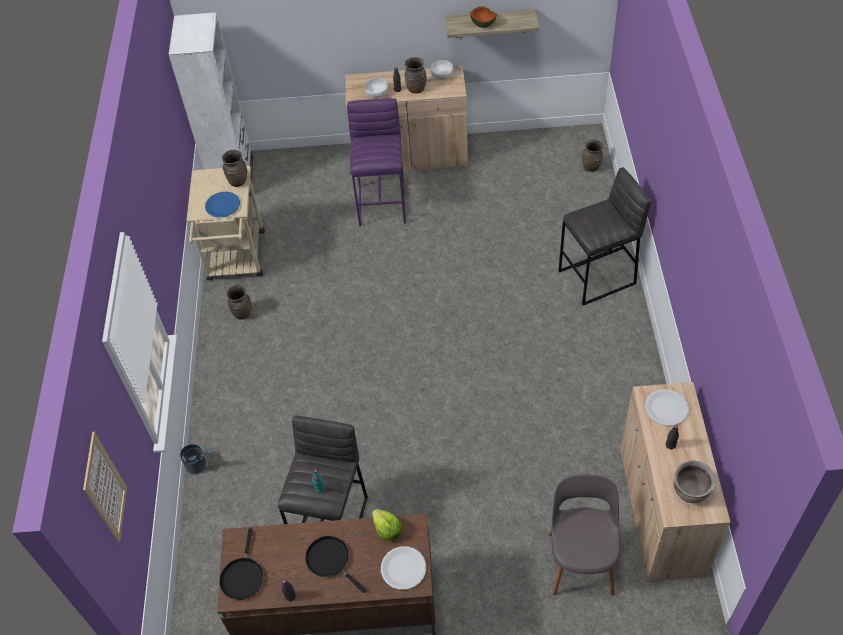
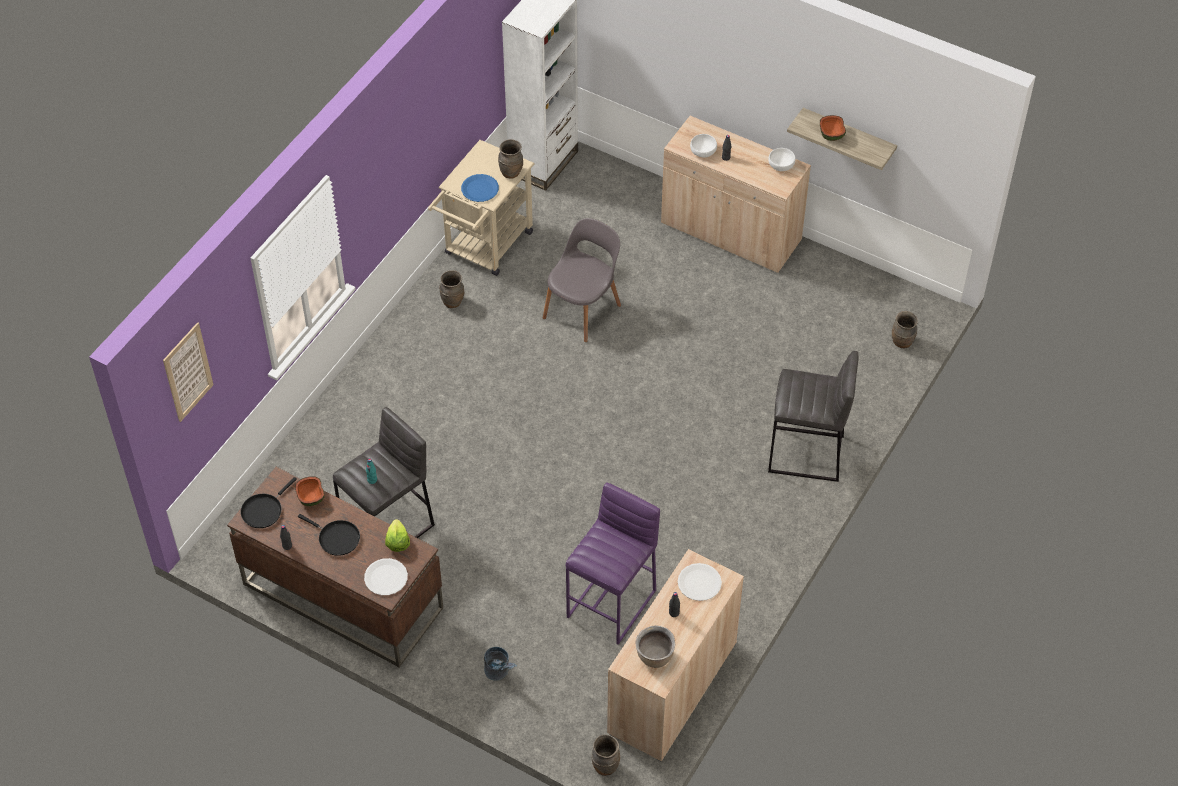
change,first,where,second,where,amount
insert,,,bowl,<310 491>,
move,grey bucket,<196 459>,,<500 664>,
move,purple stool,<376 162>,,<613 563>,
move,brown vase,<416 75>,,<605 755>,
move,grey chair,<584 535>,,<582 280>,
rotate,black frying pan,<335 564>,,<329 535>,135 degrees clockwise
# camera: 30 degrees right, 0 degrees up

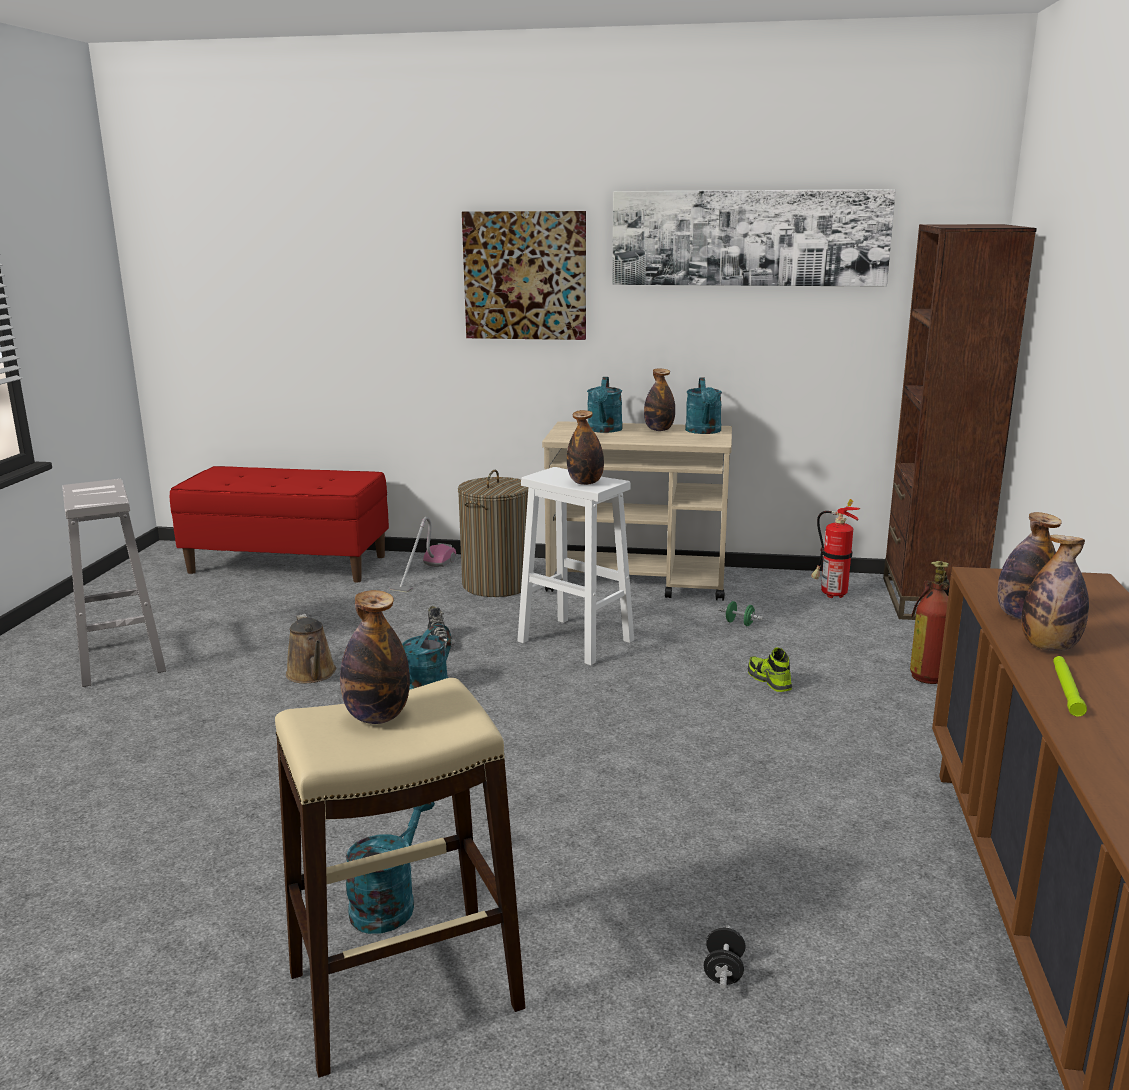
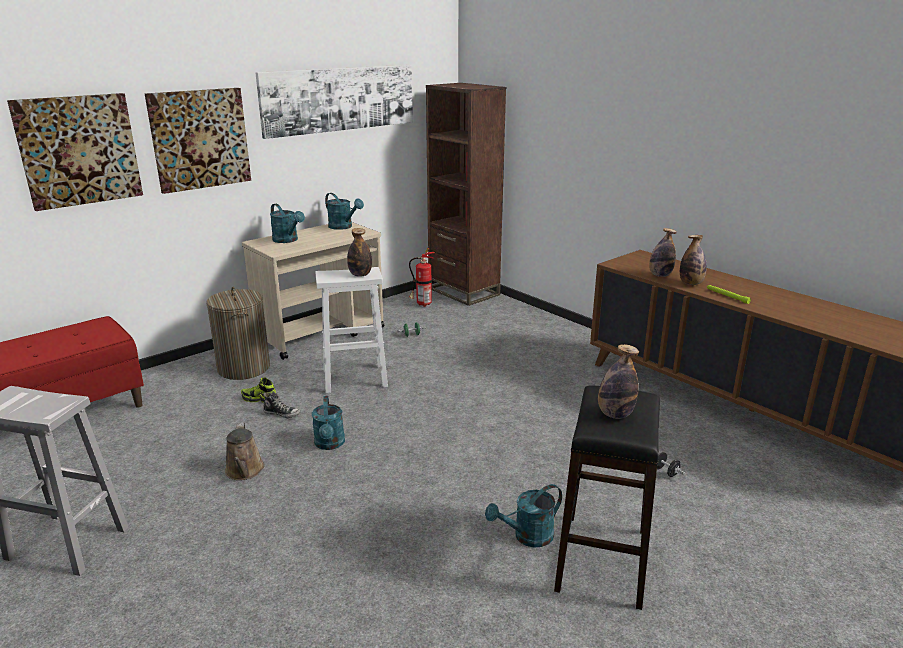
change,first,where,second,where,amount
delete,vacuum cleaner,<423 554>,,,
delete,bottle,<659 400>,,,
delete,fire extinguisher,<930 622>,,,
insert,,,picture,<75 152>,
move,shoe,<770 669>,,<258 390>,
recolor,beige stool,<400 878>,black stool,<607 497>,
rotate,brown watering can,<311 648>,,<245 451>,60 degrees clockwise
rotate,turquoise watering can,<390 868>,,<523 515>,90 degrees counterclockwise
# camera: 50 degrees left, 5 degrees up

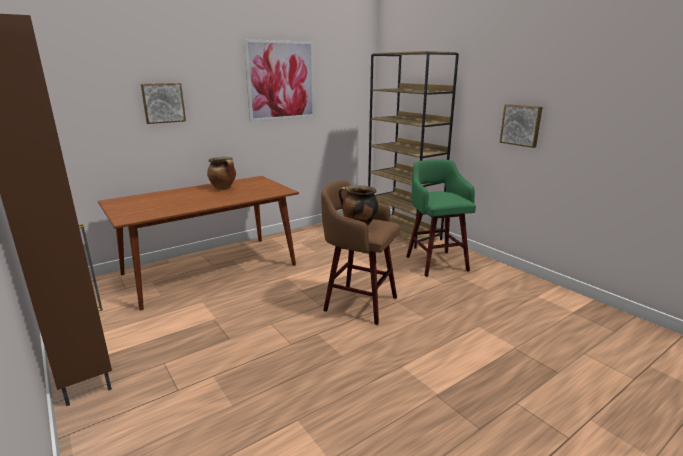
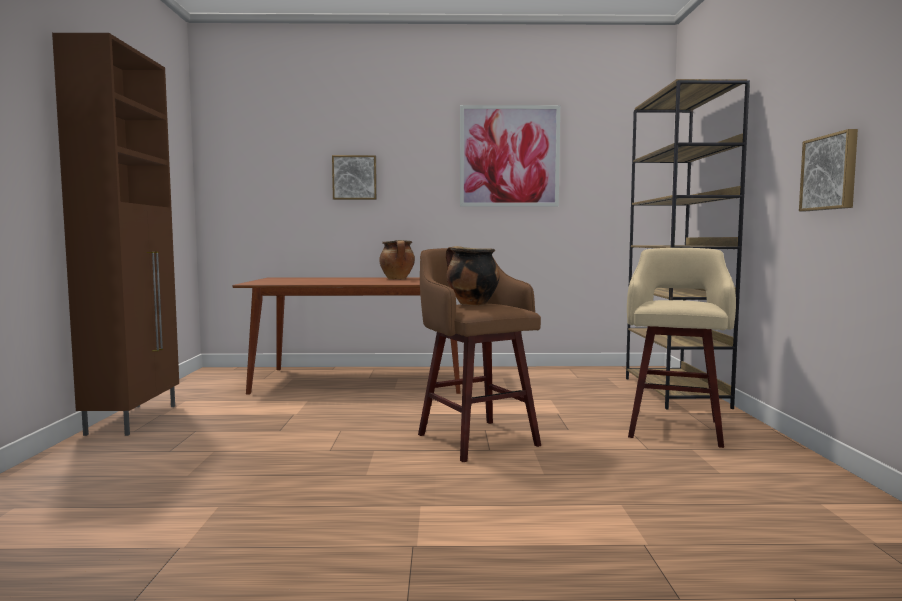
change,first,where,second,where,amount
recolor,green stool,<441 218>,beige stool,<681 348>,
# camera: 35 degrees right, 15 degrees down

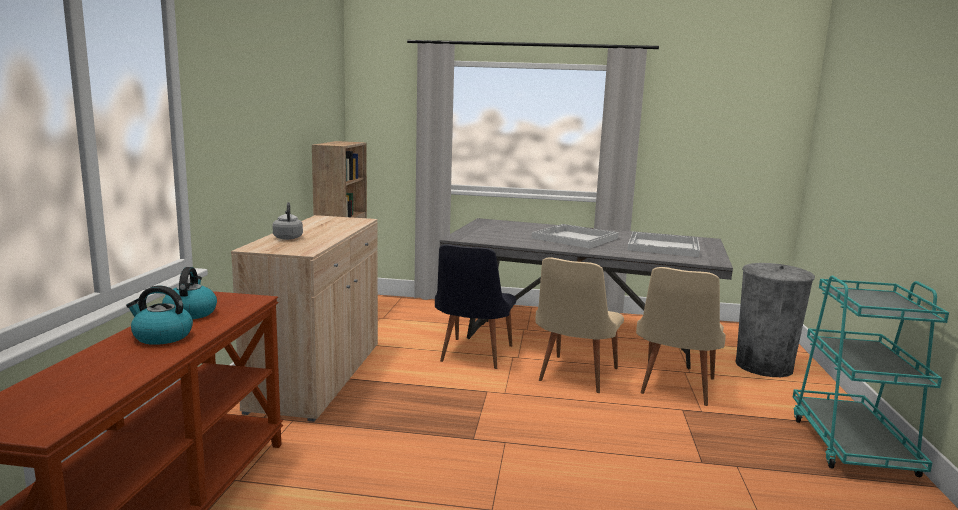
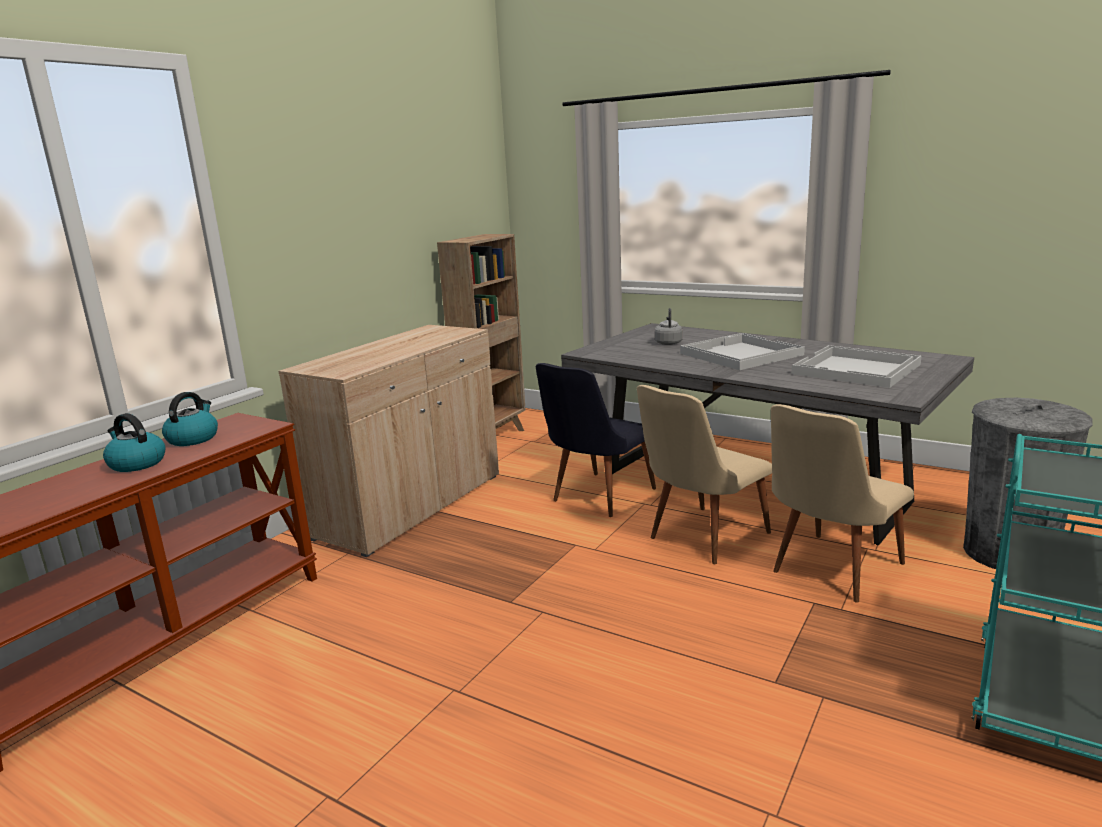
change,first,where,second,where,amount
move,grey kettle,<287 221>,,<668 326>,
# camera: 25 degrees right, 5 degrees up

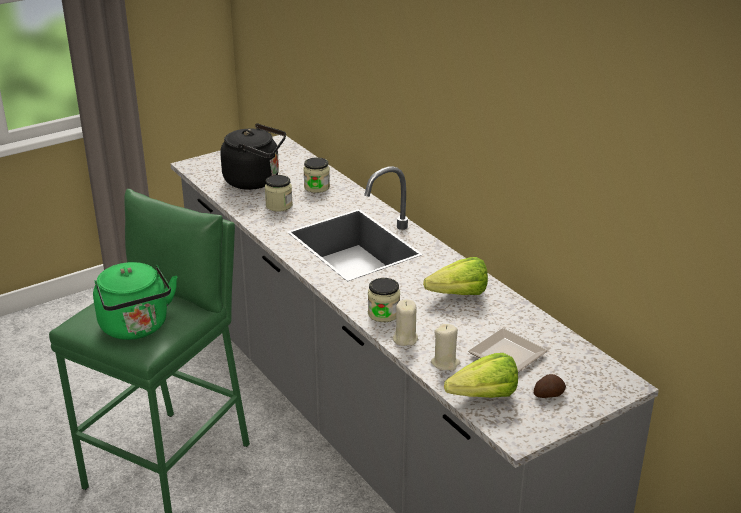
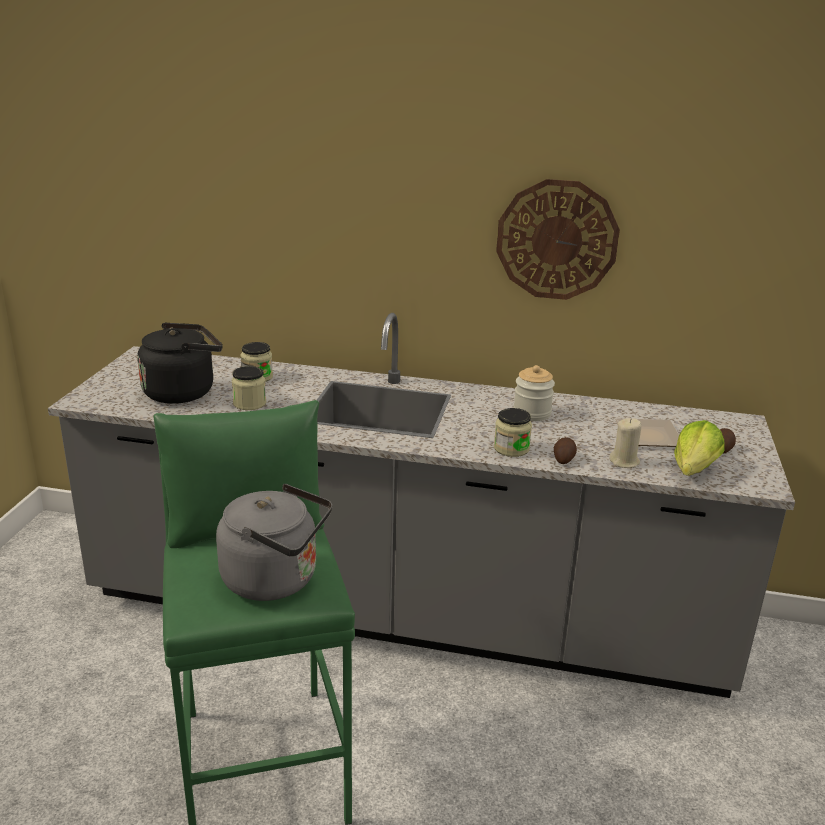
change,first,where,second,where,amount
insert,,,wall clock,<558 239>,
replace,beige candle,<405 322>,potato,<565 450>,
replace,lettuce,<455 276>,jar,<534 393>,
recolor,green kettle,<135 301>,grey kettle,<274 542>,
# camera: 45 degrees left, 5 degrees down

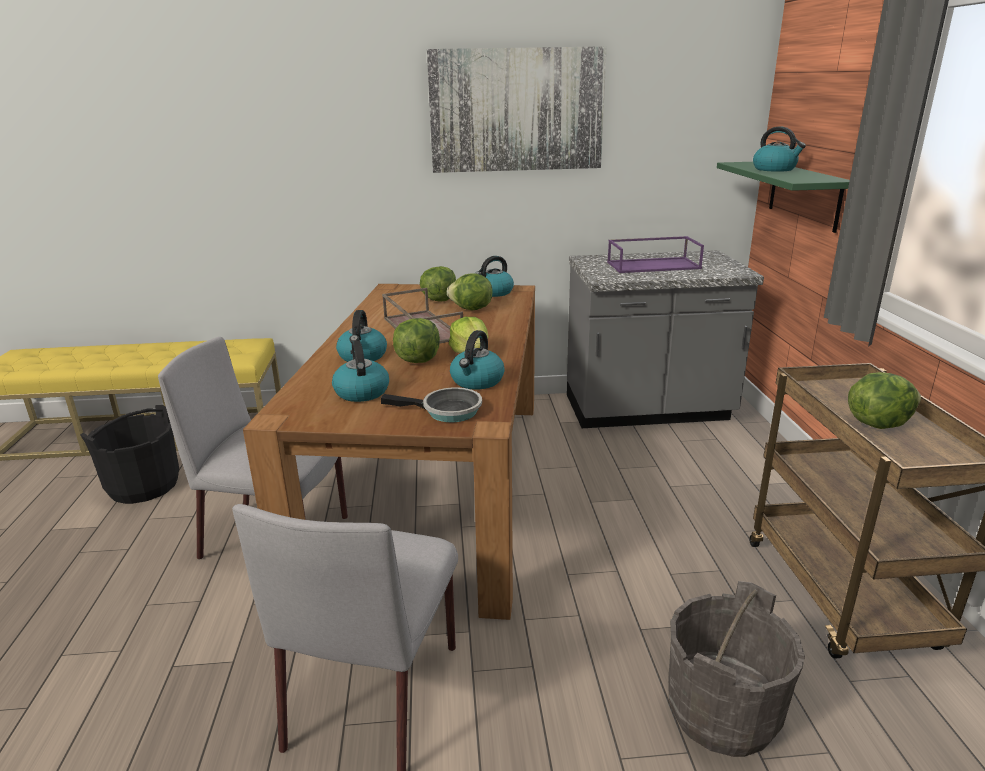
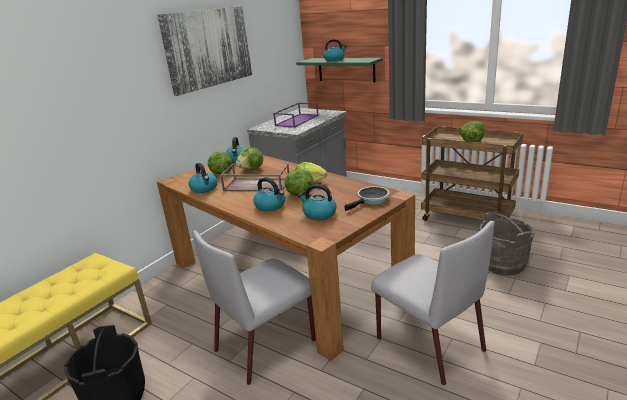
change,first,where,second,where,amount
move,kettle,<477 360>,,<203 178>,
# camera: 50 degrees left, 0 degrees up

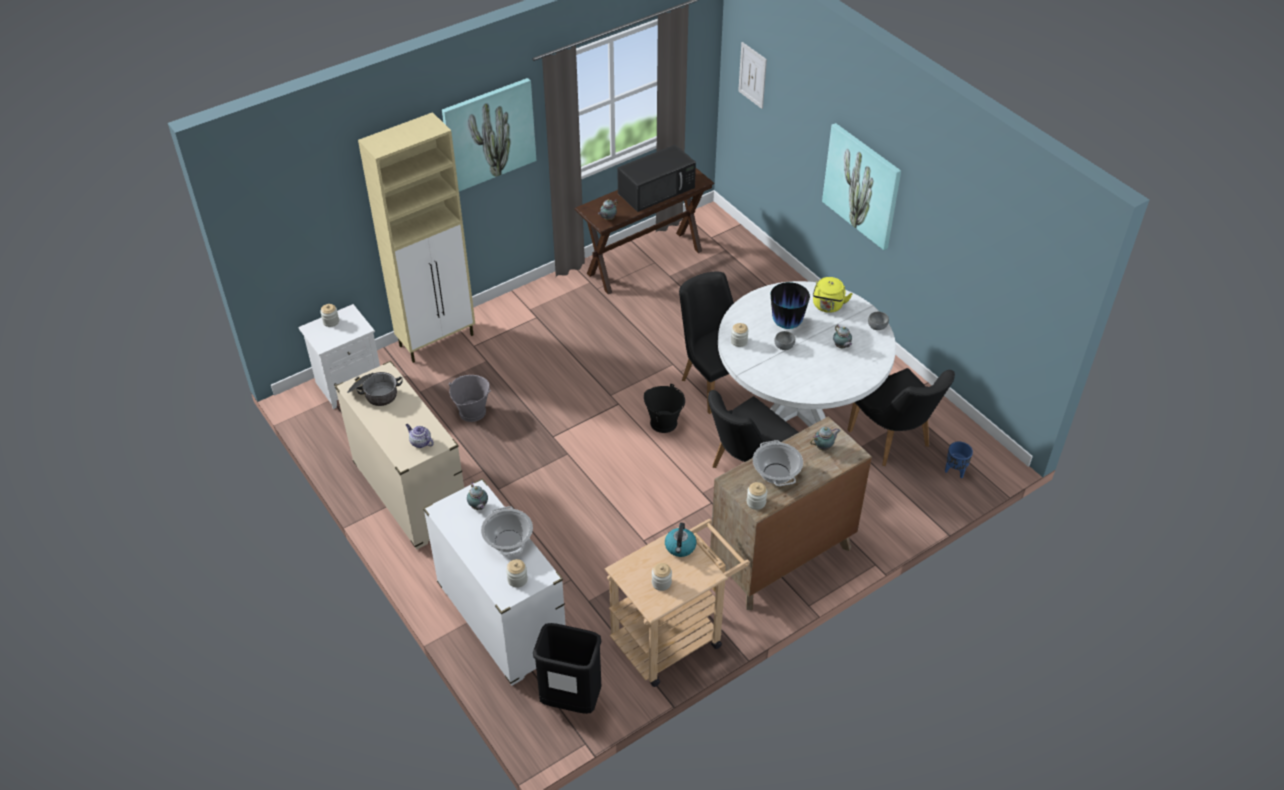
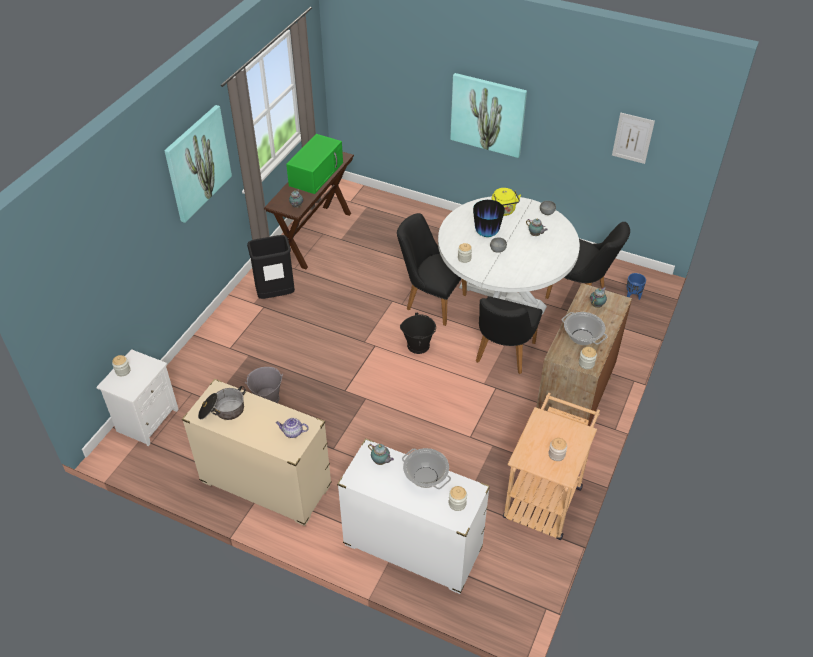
change,first,where,second,where,amount
delete,beige cabinet,<416 237>,,,
delete,kettle,<680 540>,,,
move,black trash can,<567 668>,,<271 267>,
move,picture,<752 75>,,<633 138>,
recolor,black microwave,<656 178>,green microwave,<314 164>,
# camera: 30 degrees left, 0 degrees up

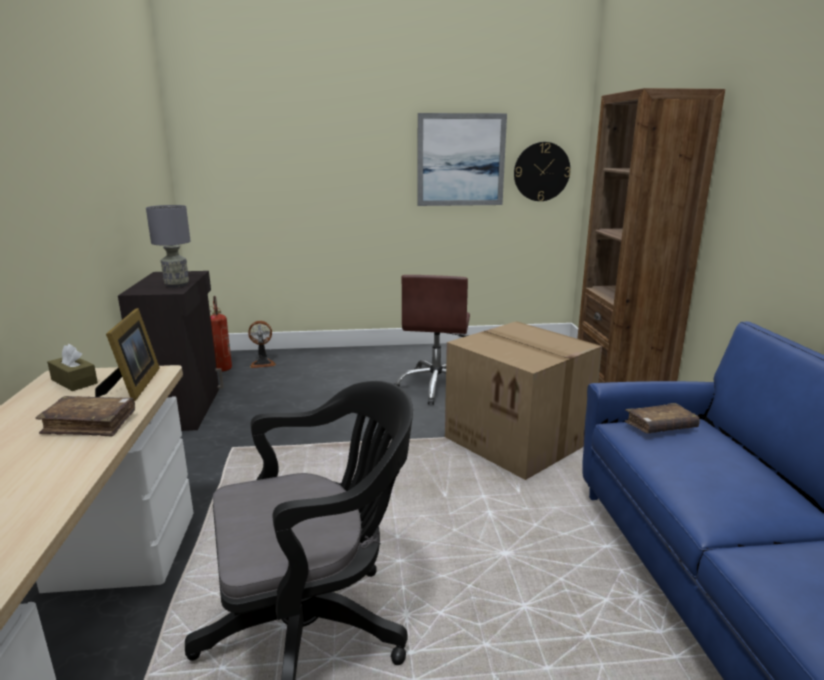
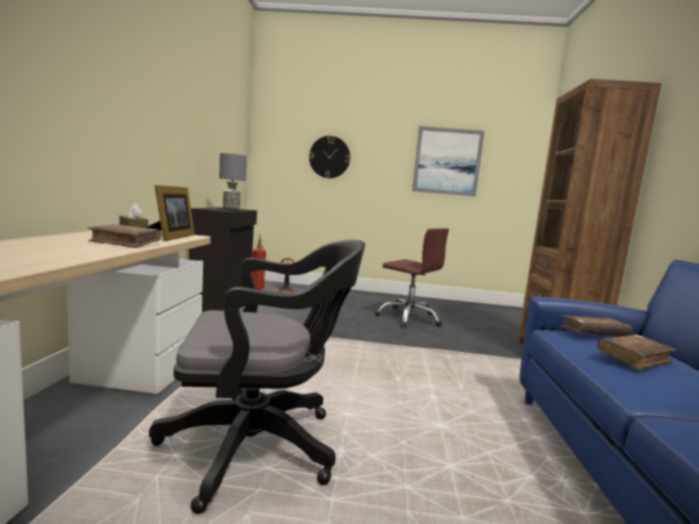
change,first,where,second,where,amount
delete,cardboard box,<523 400>,,,
insert,,,brown book,<636 352>,
move,wall clock,<542 171>,,<329 157>,
rotate,brown office chair,<432 340>,,<412 278>,75 degrees counterclockwise
# camera: 10 degrees right, 10 degrees down

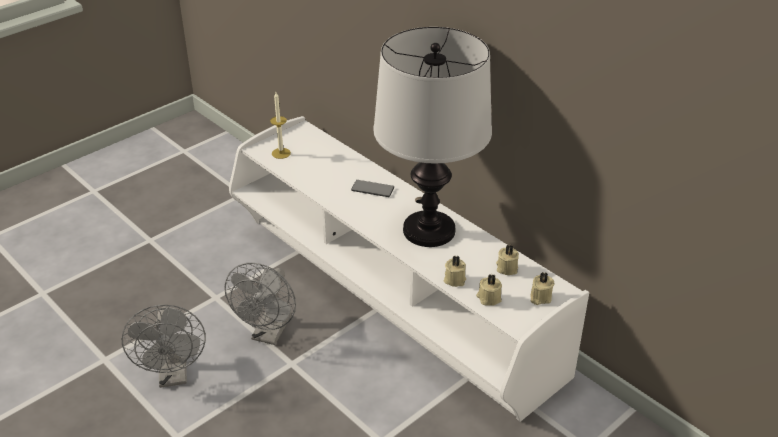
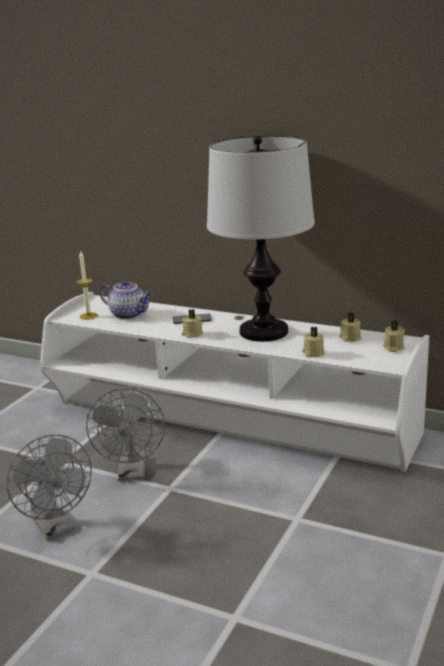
change,first,where,second,where,amount
insert,,,teapot,<126 299>,
move,beige candle,<489 290>,,<192 323>,
# camera: 20 degrees left, 15 degrees down

